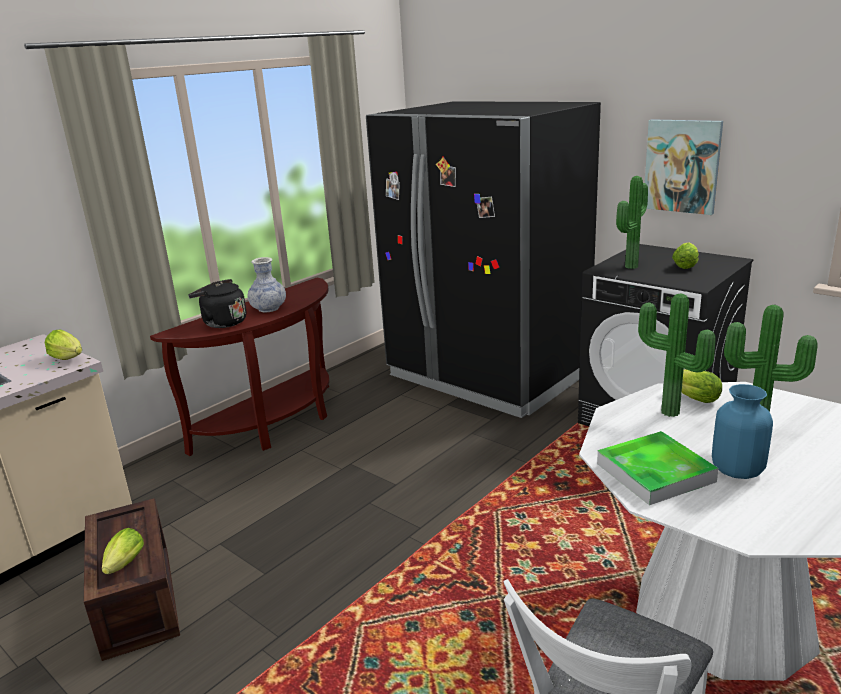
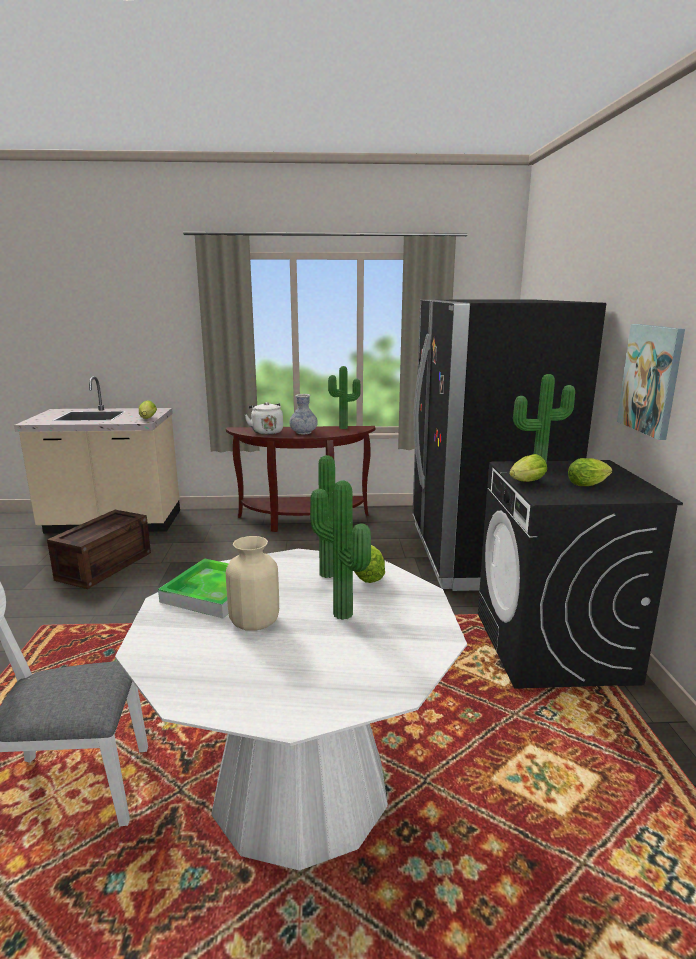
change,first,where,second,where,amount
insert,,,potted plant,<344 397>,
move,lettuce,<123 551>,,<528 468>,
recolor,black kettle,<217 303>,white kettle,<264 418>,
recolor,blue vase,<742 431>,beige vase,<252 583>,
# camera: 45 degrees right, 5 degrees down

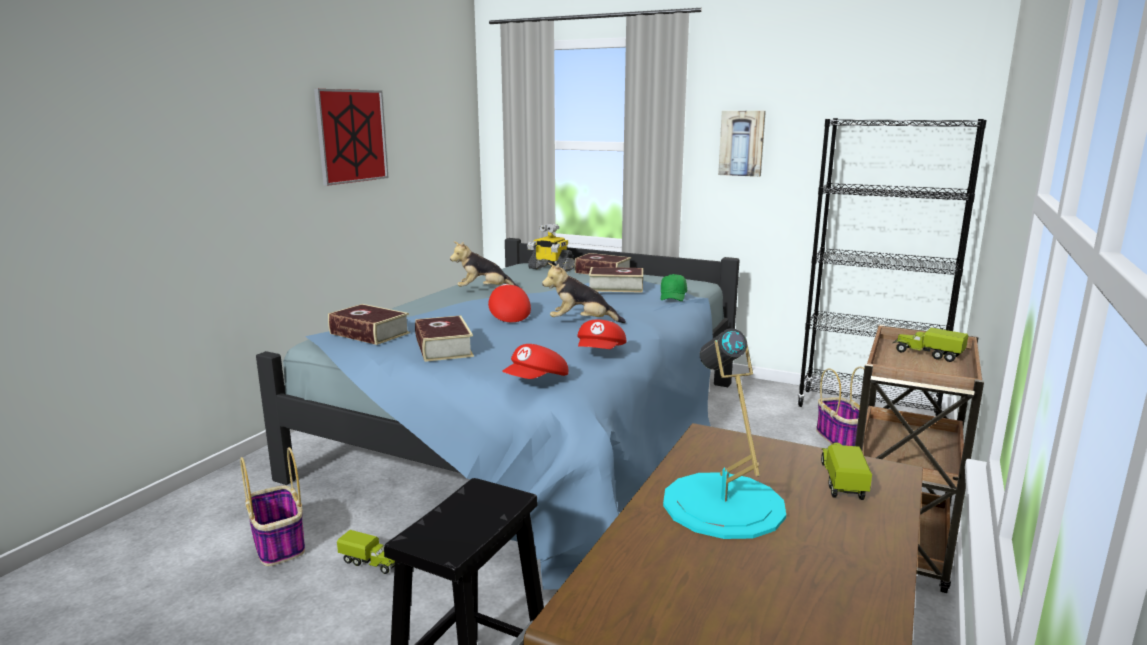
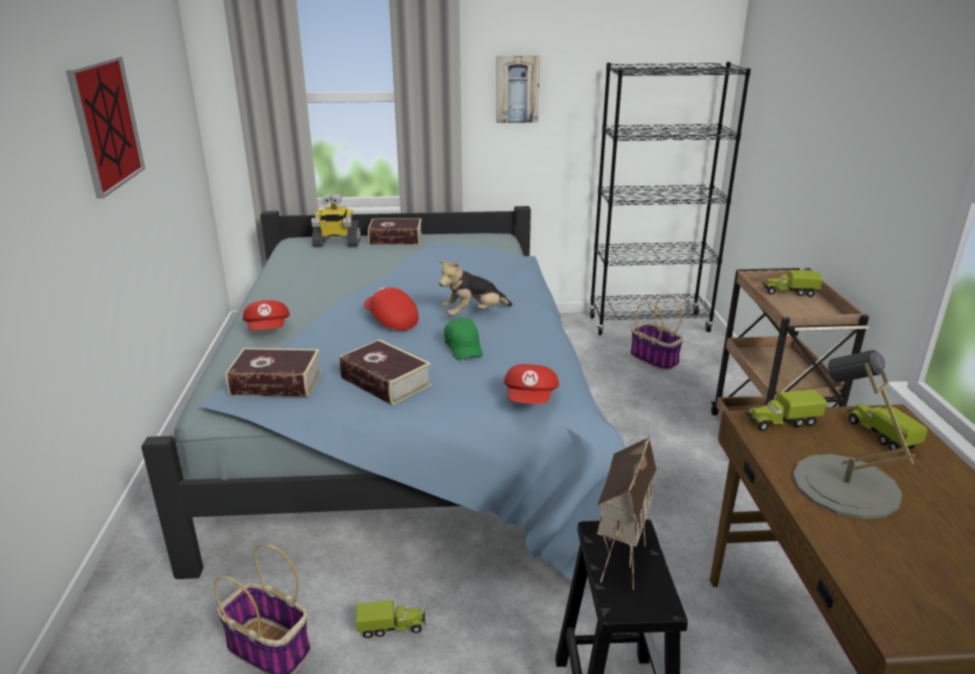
change,first,where,second,where,amount
delete,plush toy,<484 264>,,,
delete,book,<616 280>,,,
insert,,,toy house,<627 513>,
insert,,,toy truck,<786 410>,
move,red cap,<601 334>,,<266 315>,
move,green cap,<674 287>,,<463 339>,
recolor,turquoise table lamp,<724 433>,grey table lamp,<853 434>,
# camera: 30 degrees left, 10 degrees up

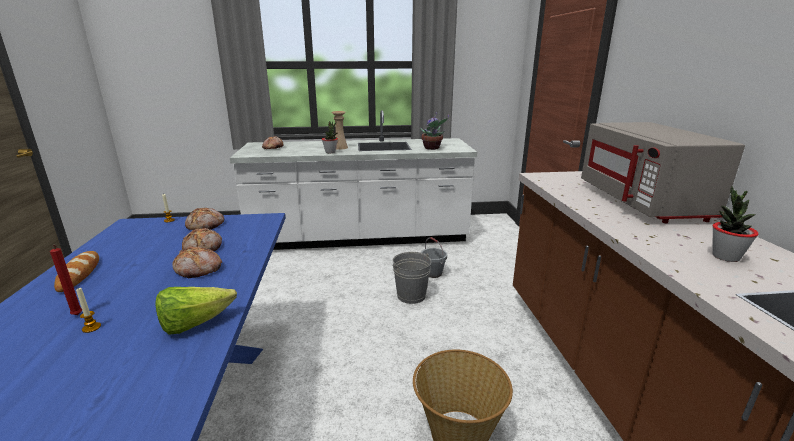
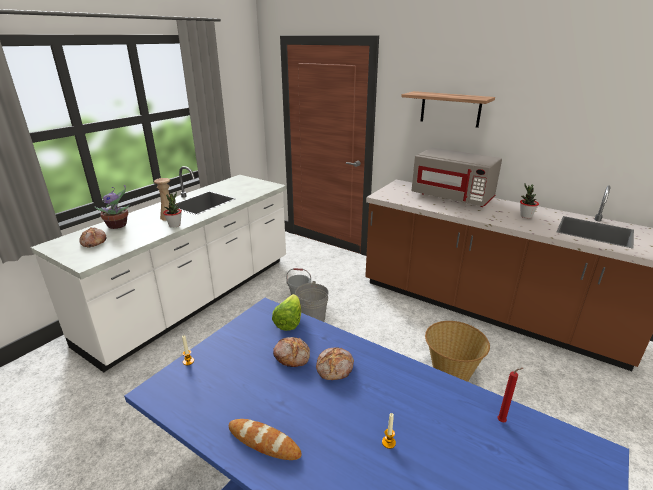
change,first,where,second,where,amount
delete,bread,<204 219>,,,
insert,,,shelf,<448 109>,
move,red candle,<66 280>,,<510 395>,
move,lettuce,<196 311>,,<286 312>,
move,potted plant,<434 132>,,<112 207>,
# camera: 50 degrees left, 5 degrees up

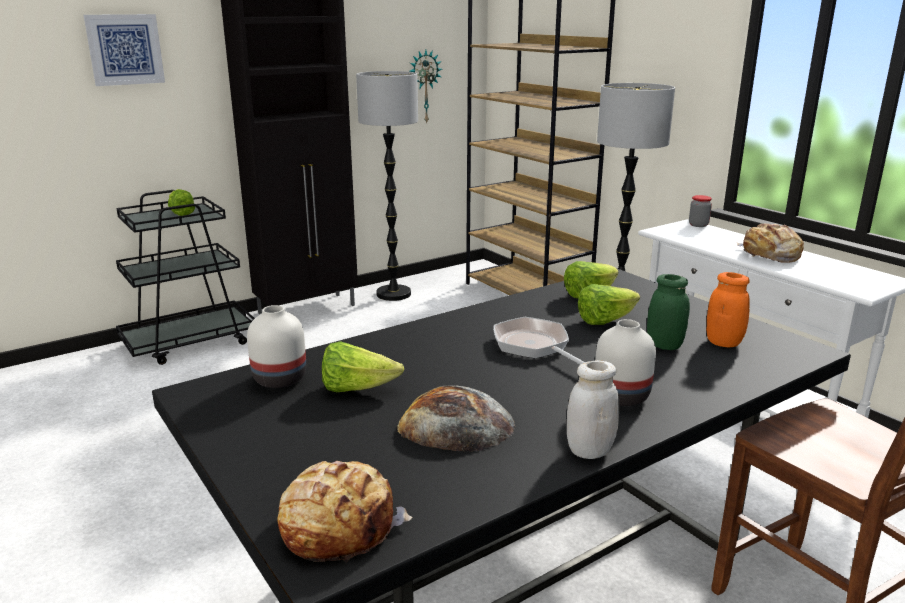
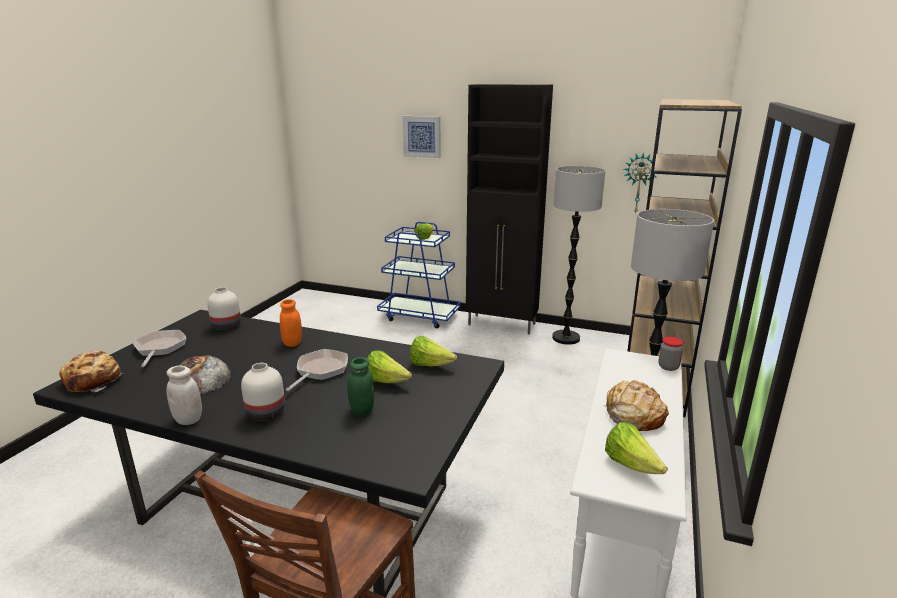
change,first,where,second,where,amount
insert,,,frying pan,<160 348>,
move,lettuce,<363 366>,,<636 448>,
move,orange jar,<728 309>,,<291 323>,
recolor,black cart,<185 277>,blue cart,<419 275>,
# camera: 55 degrees right, 0 degrees up

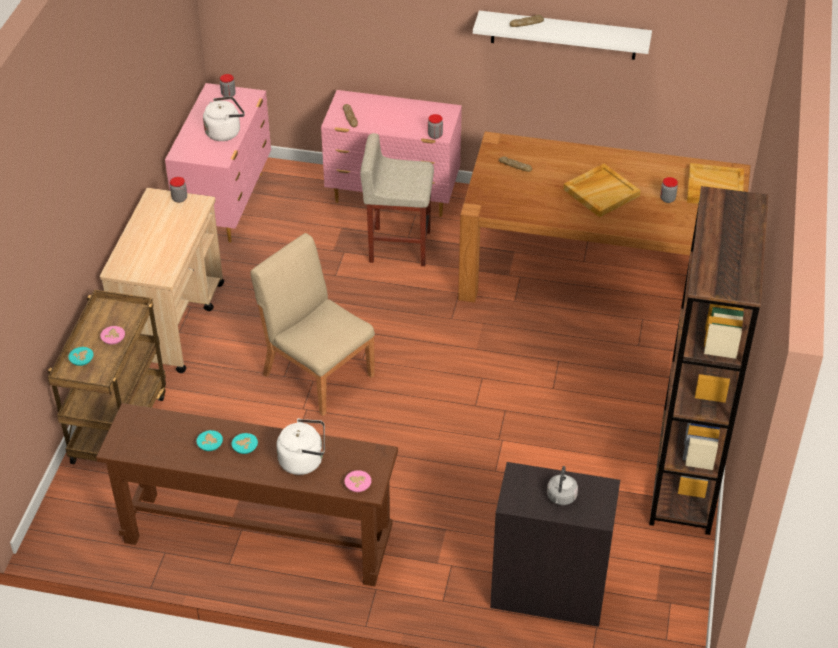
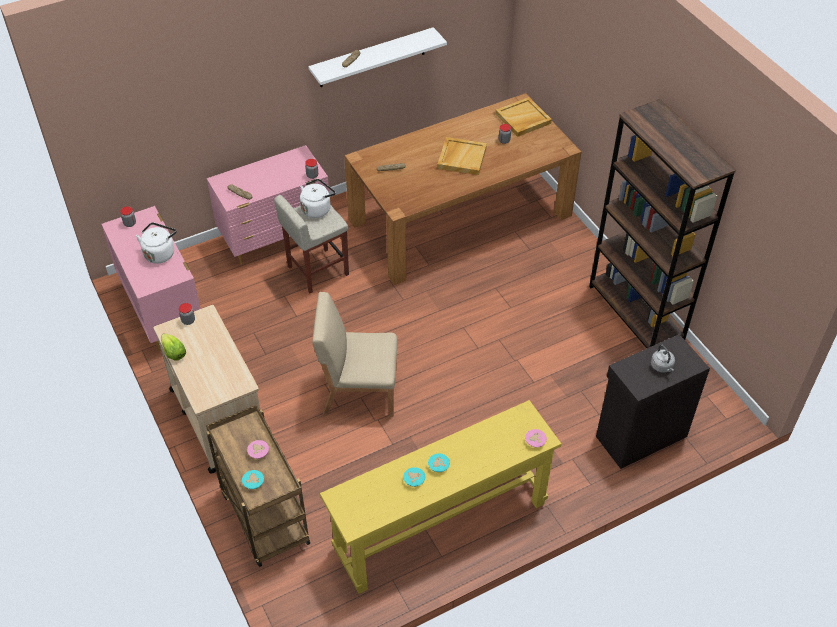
change,first,where,second,where,amount
insert,,,lettuce,<173 347>,
move,white kettle,<300 446>,,<318 198>,
recolor,brown console table,<247 494>,yellow console table,<441 497>,
# camera: 40 degrees left, 5 degrees up

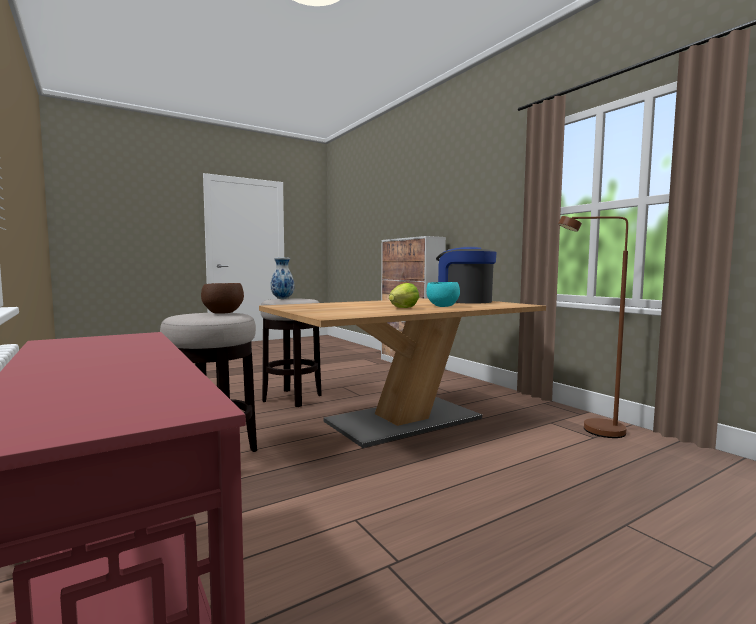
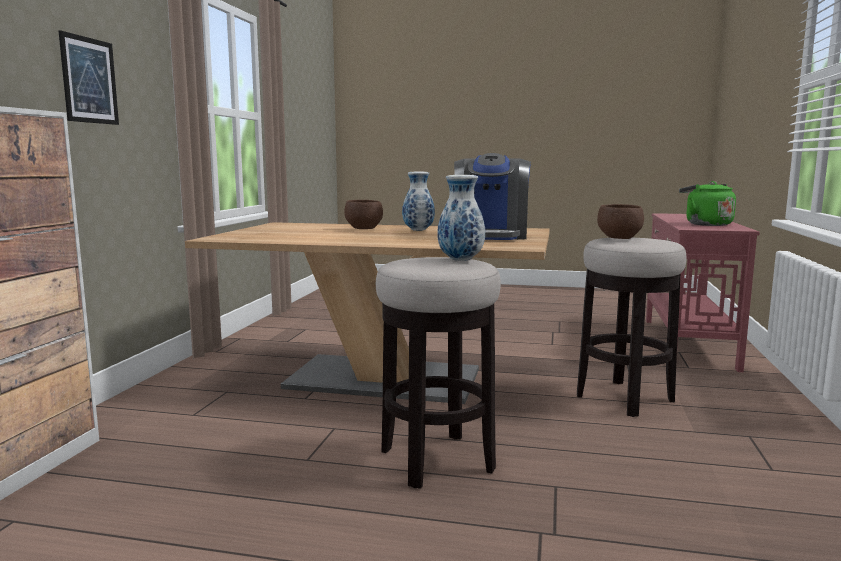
change,first,where,second,where,amount
delete,brown floor lamp,<593 327>,,,
insert,,,picture,<88 77>,
insert,,,green kettle,<707 203>,
move,coffee machine,<466 274>,,<492 196>,
replace,lettuce,<404 295>,vase,<418 201>,
recolor,turquoise bowl,<443 294>,brown bowl,<363 214>,
# camera: 135 degrees left, 5 degrees up

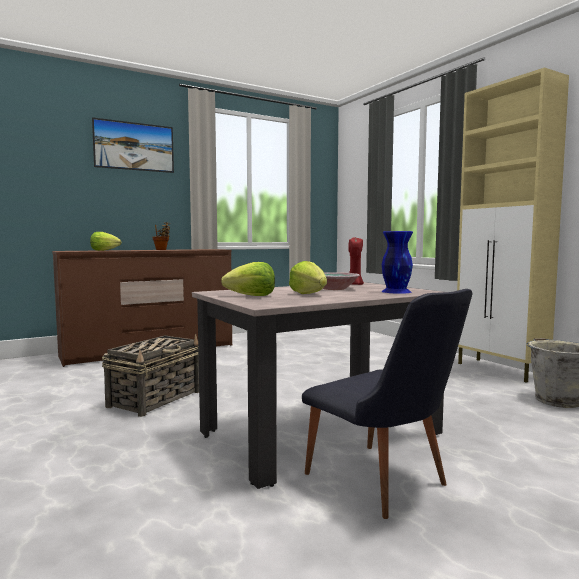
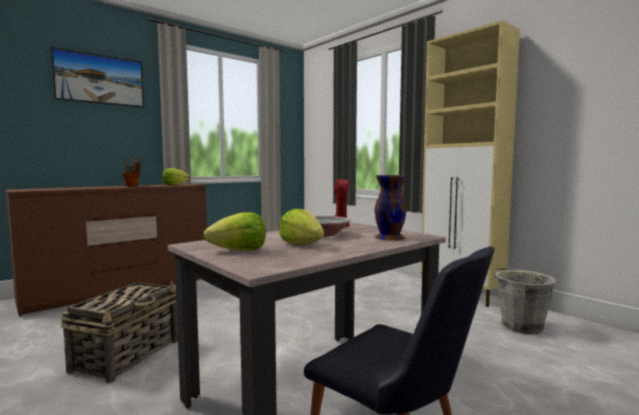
change,first,where,second,where,amount
move,lettuce,<105 241>,,<176 176>,
recolor,blue vase,<397 262>,brown vase,<390 207>,
# camera: 10 degrees left, 0 degrees up

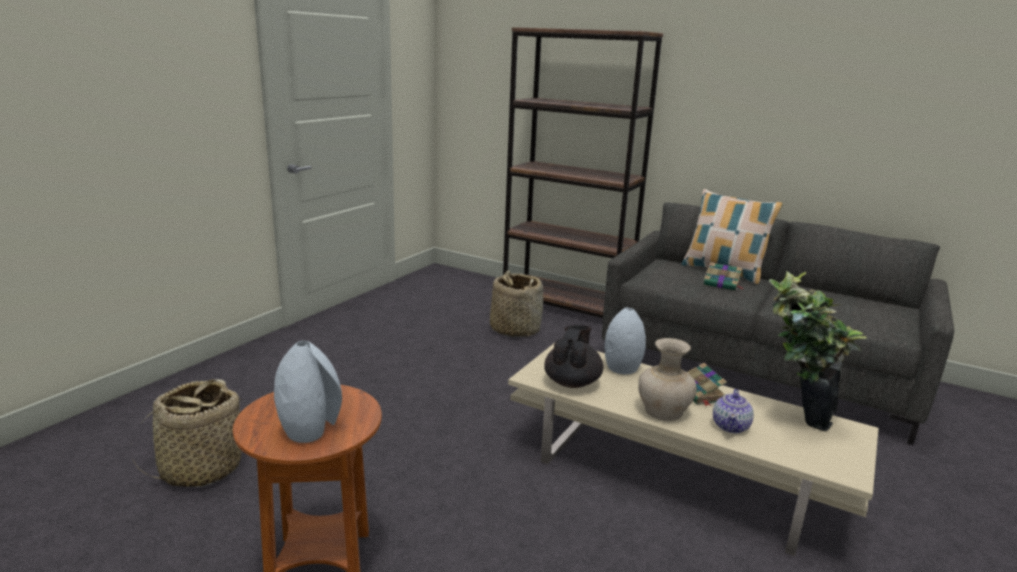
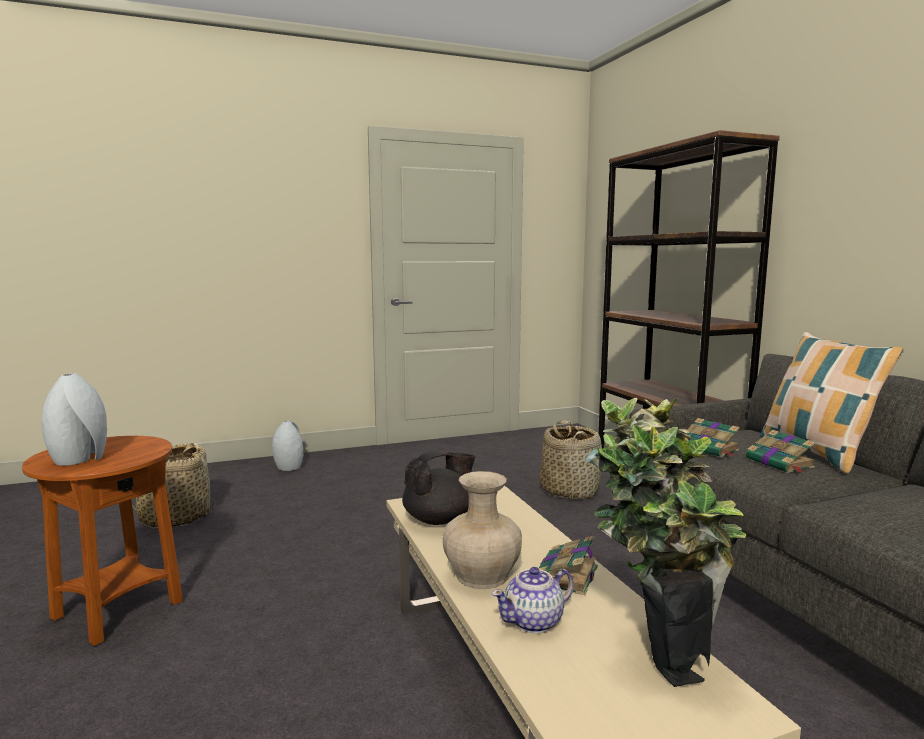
change,first,where,second,where,amount
insert,,,book,<712 437>,
move,grey vase,<625 340>,,<287 446>,
# camera: 40 degrees right, 10 degrees down

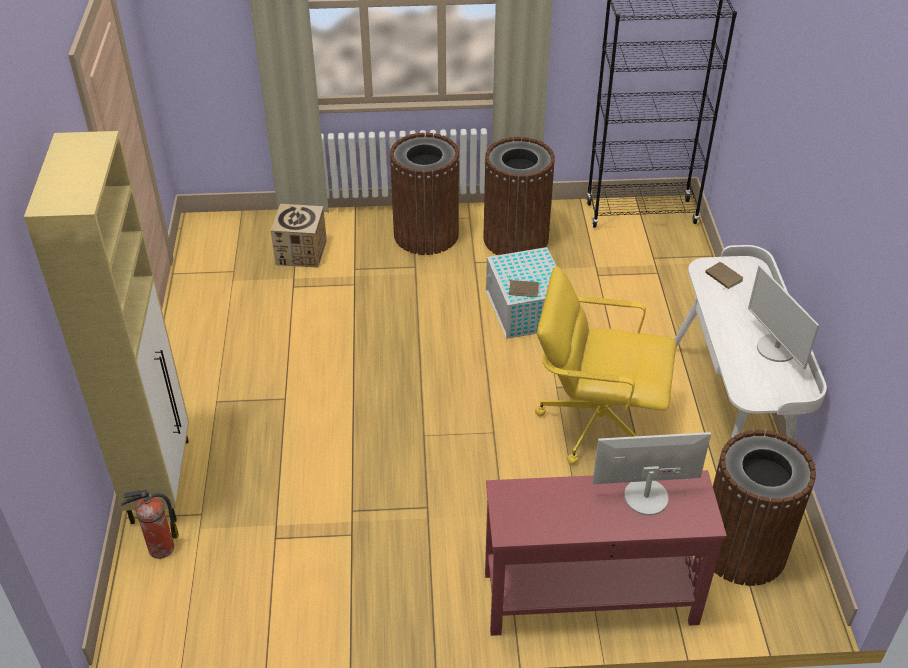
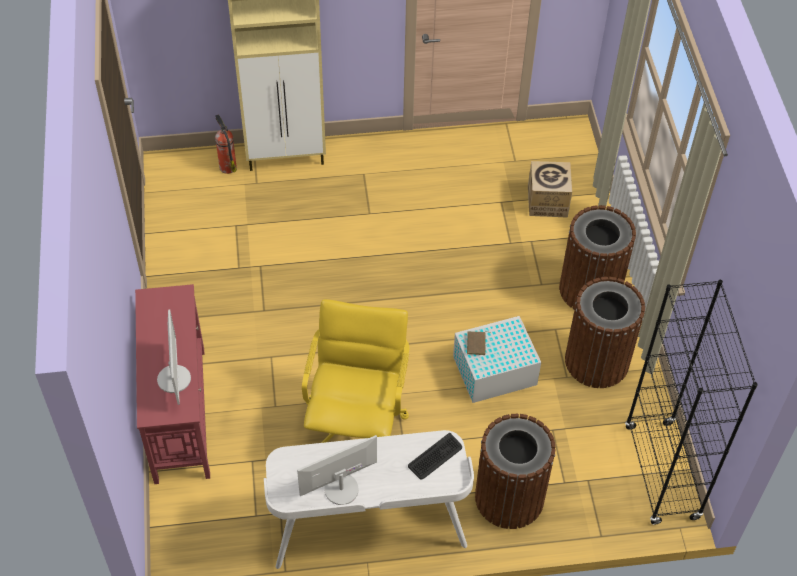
change,first,where,second,where,amount
move,brown trash can,<764 508>,,<515 471>,
replace,brown book,<724 276>,keyboard,<435 456>,
# camera: 85 degrees right, 10 degrees up

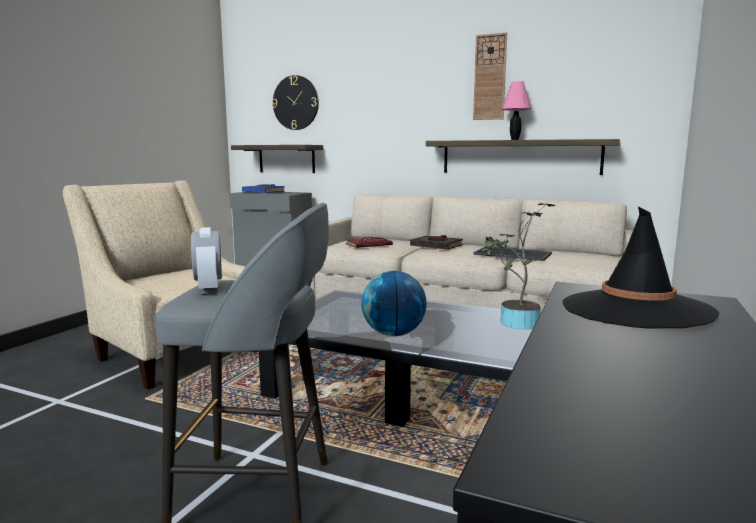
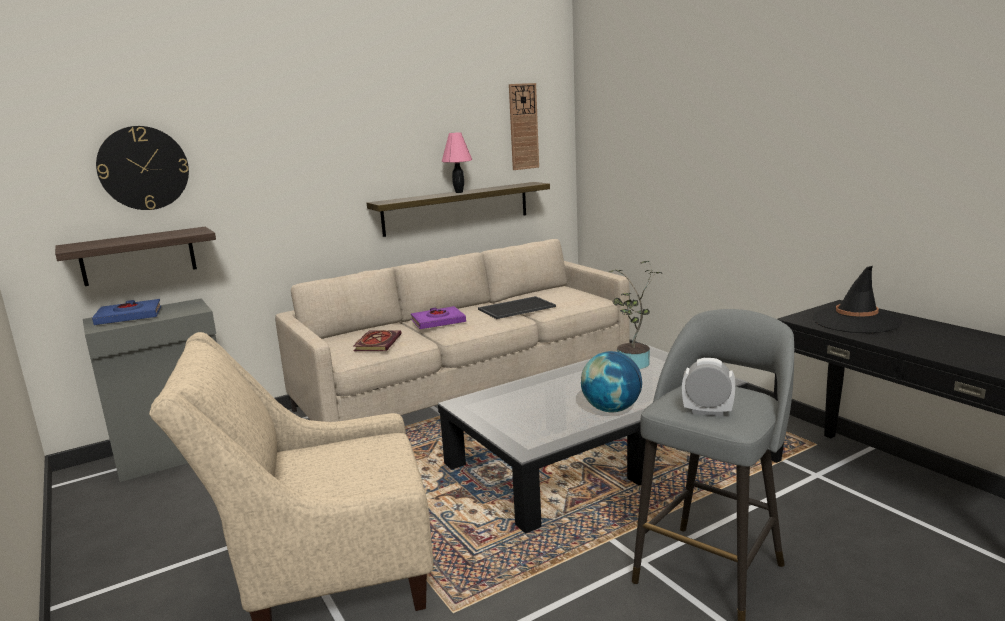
change,first,where,second,where,amount
move,wall clock,<490 76>,,<524 126>,
recolor,black book,<436 242>,purple book,<438 317>,
# camera: 55 degrees left, 5 degrees up

